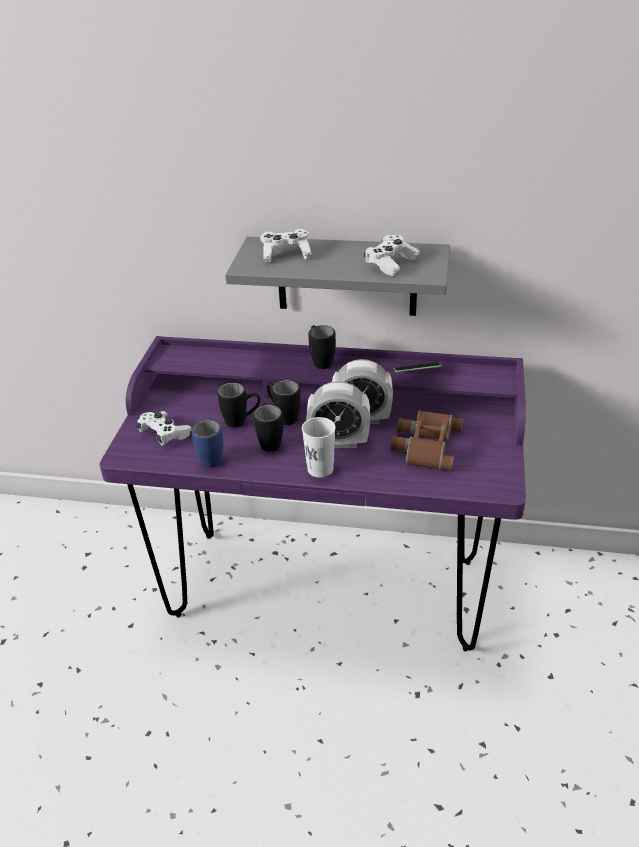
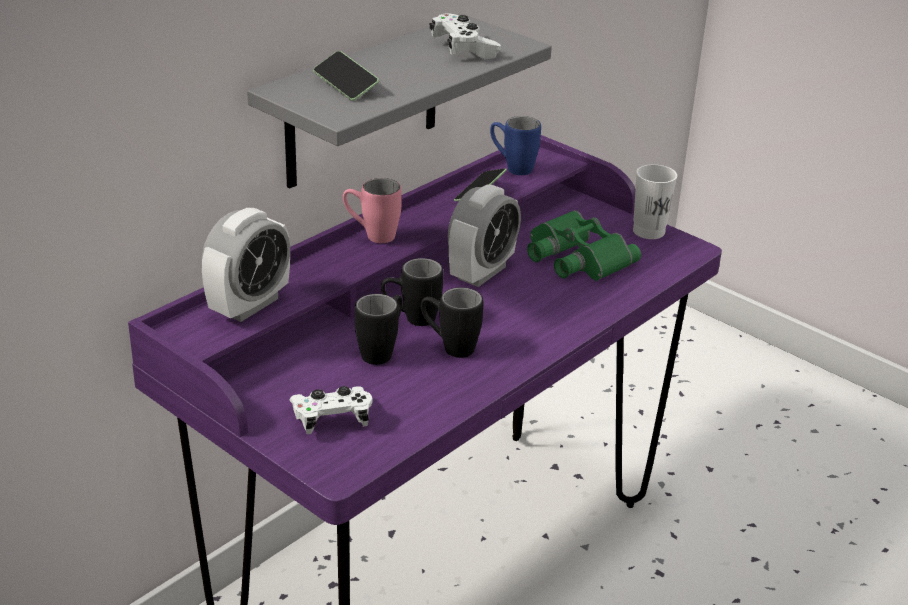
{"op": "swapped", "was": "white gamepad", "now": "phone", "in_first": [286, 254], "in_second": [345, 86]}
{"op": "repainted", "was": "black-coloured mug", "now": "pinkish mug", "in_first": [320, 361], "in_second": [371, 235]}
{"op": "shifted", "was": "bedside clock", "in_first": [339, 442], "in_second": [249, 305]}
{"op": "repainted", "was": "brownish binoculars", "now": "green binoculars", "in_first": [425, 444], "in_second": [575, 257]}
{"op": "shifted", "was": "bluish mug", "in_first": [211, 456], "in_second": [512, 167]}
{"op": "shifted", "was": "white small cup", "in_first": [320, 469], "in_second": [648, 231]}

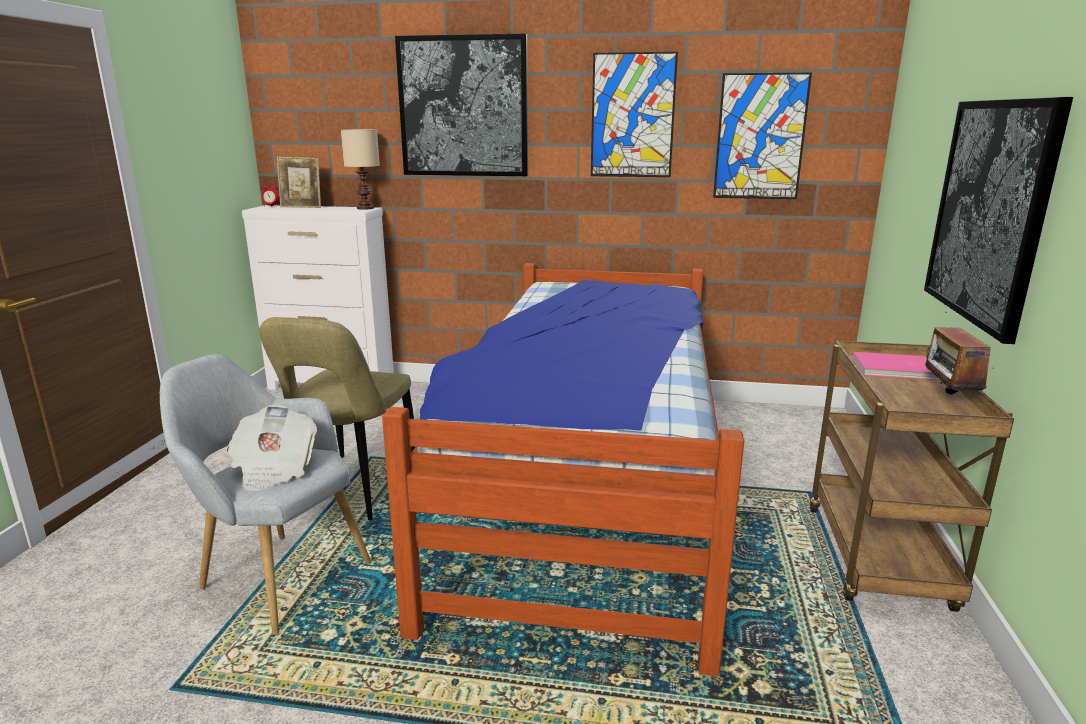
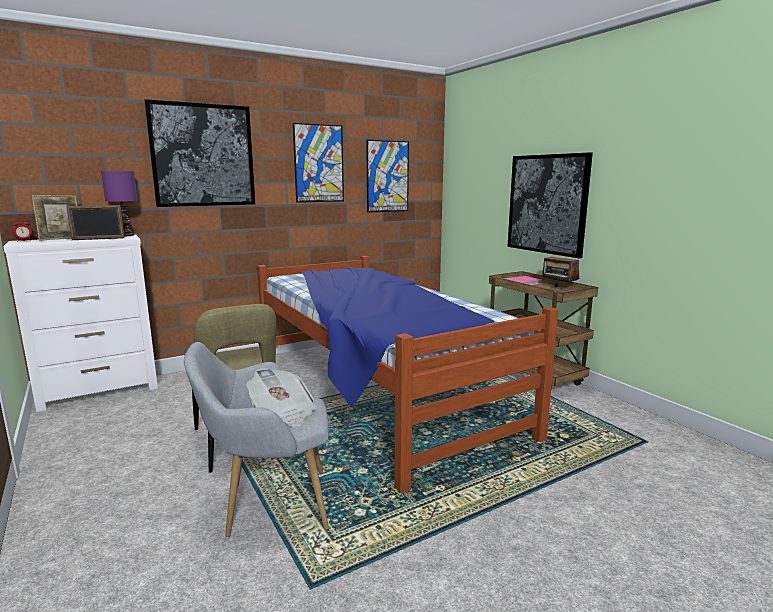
{"op": "repainted", "was": "beige-coloured table lamp", "now": "purplish table lamp", "in_first": [365, 208], "in_second": [126, 235]}
{"op": "new", "now": "standing frame", "in_second": [98, 239]}

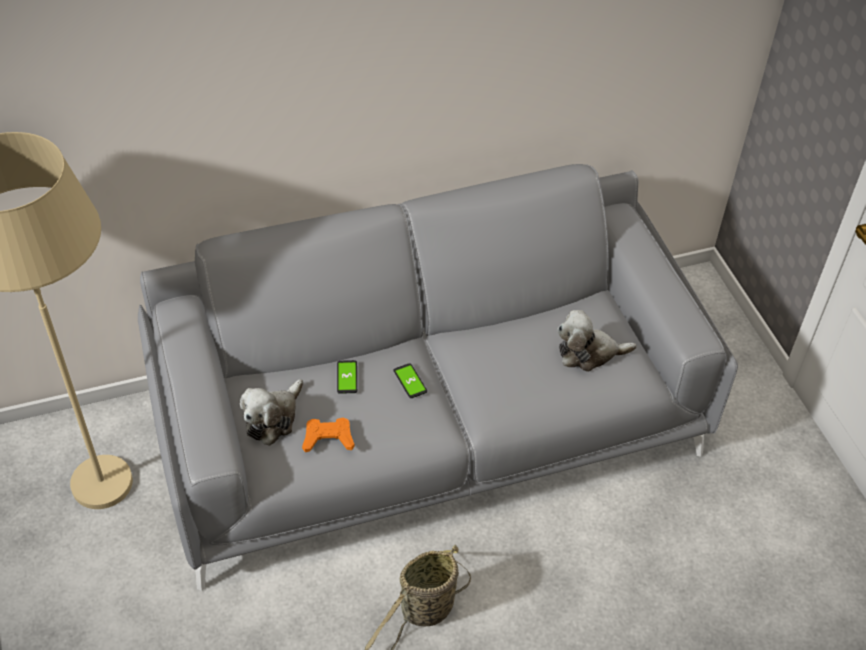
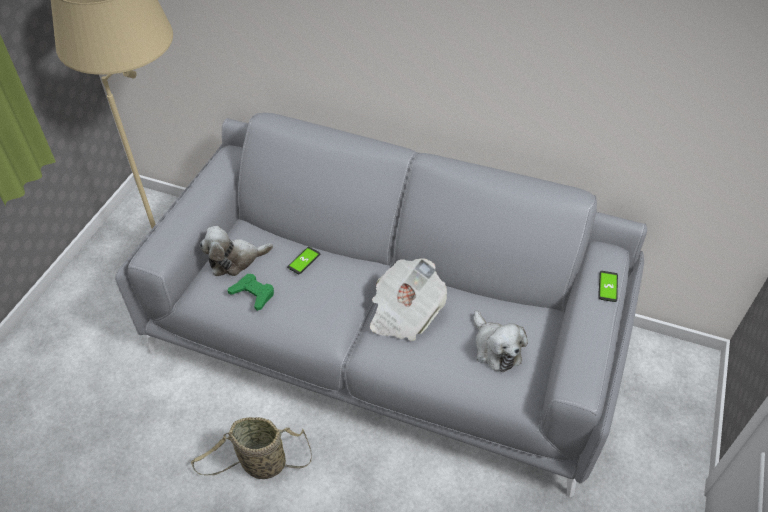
{"op": "rotated", "was": "plush toy", "in_first": [589, 353], "in_second": [495, 348], "clockwise": -150}
{"op": "shifted", "was": "phone", "in_first": [410, 381], "in_second": [607, 286]}
{"op": "repainted", "was": "orangey gamepad", "now": "green gamepad", "in_first": [328, 438], "in_second": [253, 294]}
{"op": "new", "now": "daily paper", "in_second": [404, 313]}

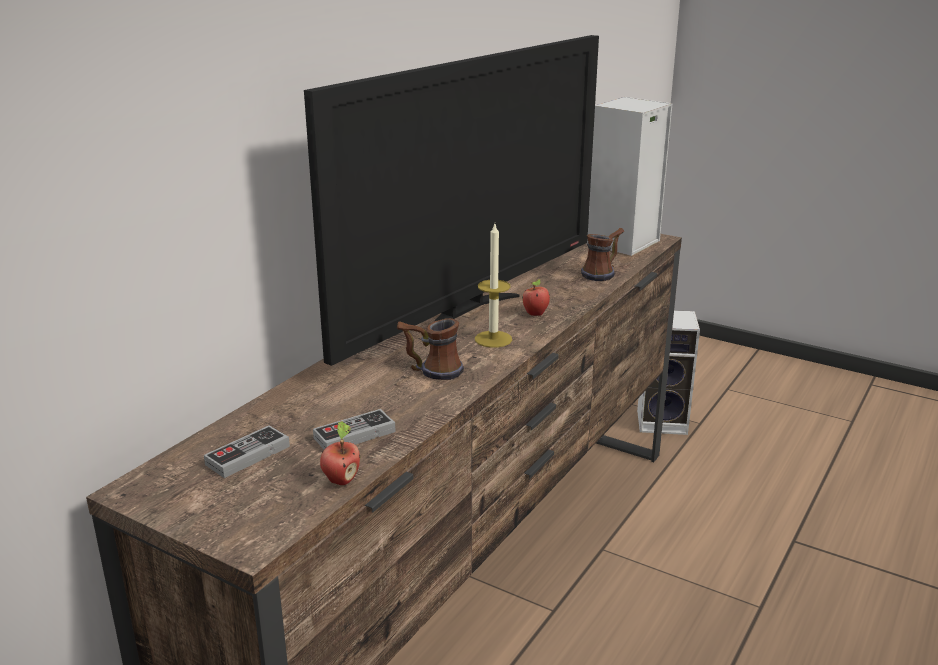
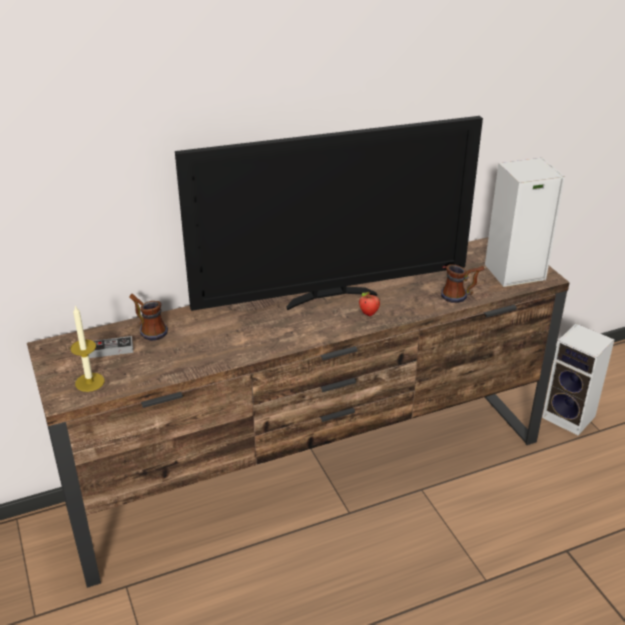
{"op": "shifted", "was": "wax light", "in_first": [493, 339], "in_second": [89, 382]}
{"op": "shifted", "was": "mug", "in_first": [431, 371], "in_second": [149, 330]}
{"op": "gone", "was": "gamepad", "in_first": [354, 435]}
{"op": "gone", "was": "apple fruit", "in_first": [341, 480]}

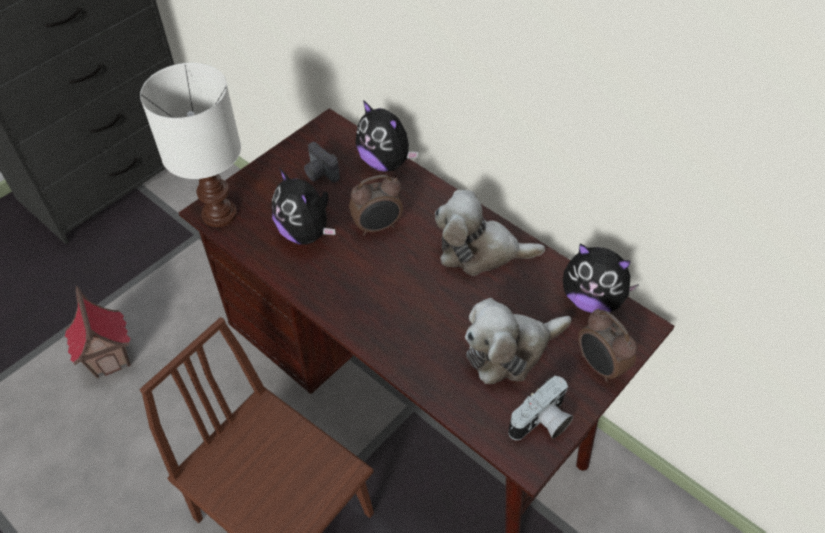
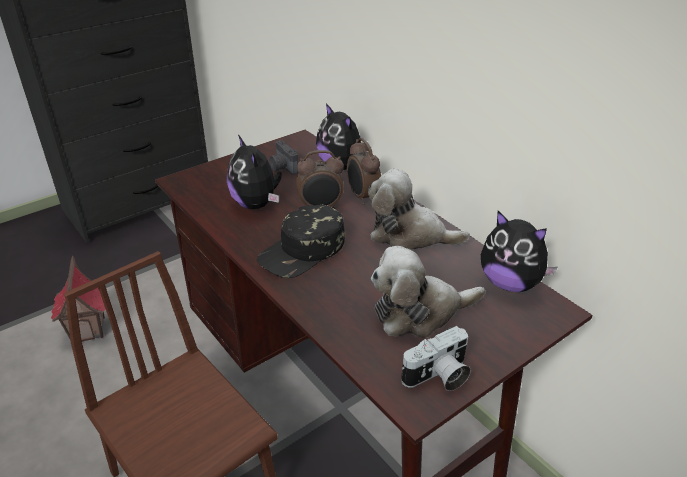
{"op": "gone", "was": "white table lamp", "in_first": [220, 213]}
{"op": "shifted", "was": "bedside clock", "in_first": [599, 366], "in_second": [362, 197]}
{"op": "new", "now": "black-coloured cap", "in_second": [303, 250]}

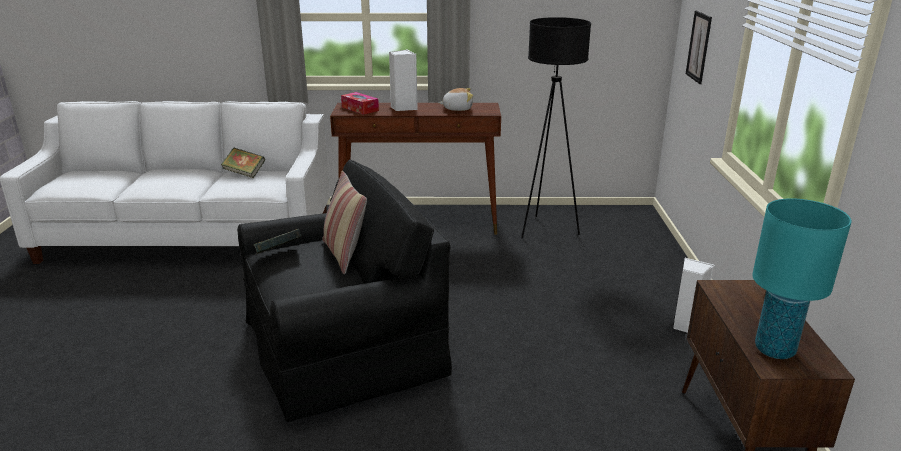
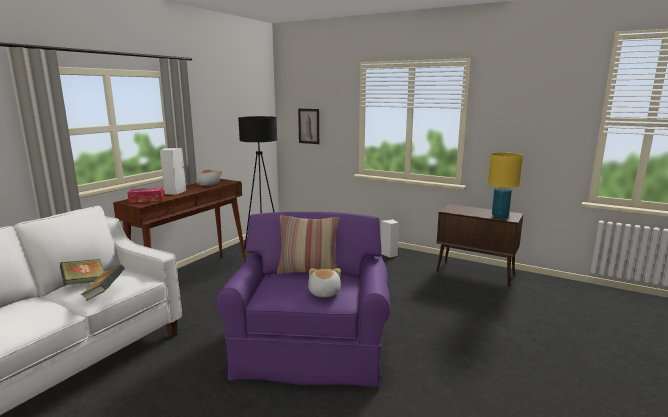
{"op": "repainted", "was": "black-coloured lounge chair", "now": "purplish lounge chair", "in_first": [343, 347], "in_second": [311, 346]}
{"op": "repainted", "was": "turquoise table lamp", "now": "yellowish table lamp", "in_first": [775, 350], "in_second": [500, 216]}
{"op": "shifted", "was": "volume", "in_first": [278, 255], "in_second": [105, 293]}
{"op": "new", "now": "plush toy", "in_second": [323, 293]}

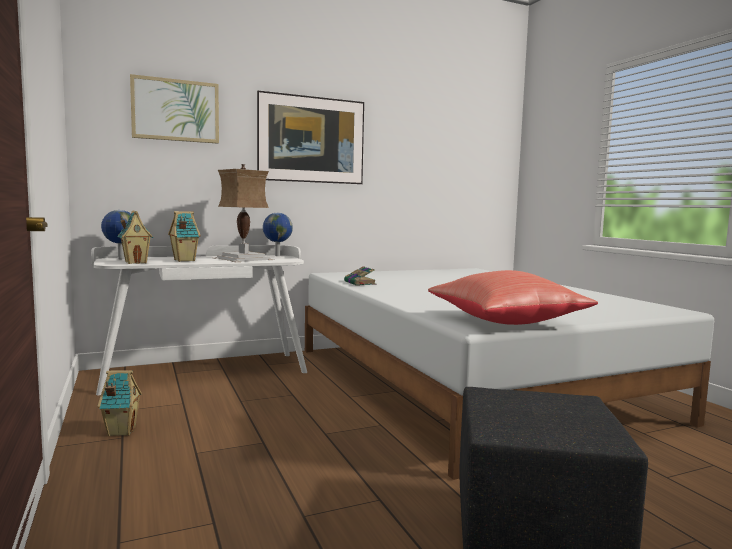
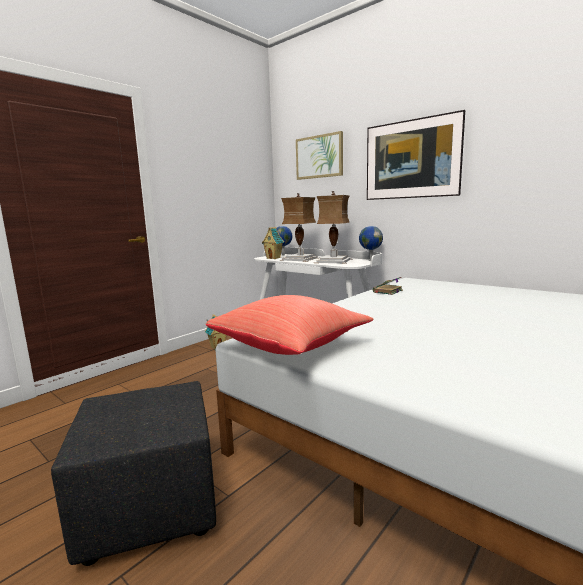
{"op": "swapped", "was": "model house", "now": "table lamp", "in_first": [183, 260], "in_second": [299, 259]}

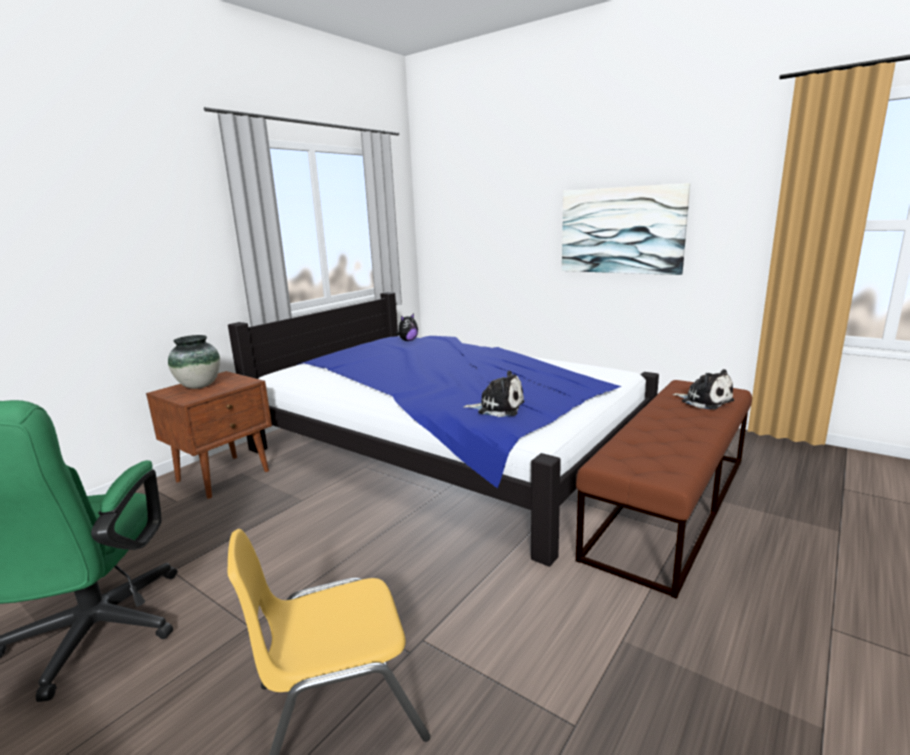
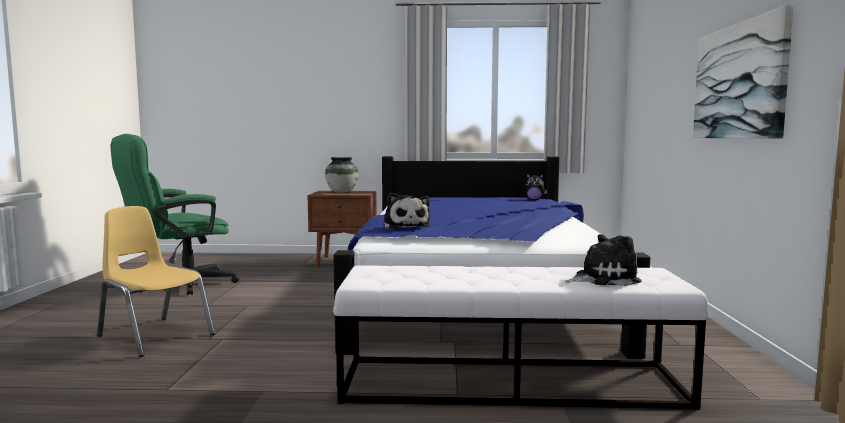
{"op": "rotated", "was": "plush toy", "in_first": [704, 401], "in_second": [603, 279], "clockwise": -120}
{"op": "repainted", "was": "brownish bench", "now": "white bench", "in_first": [670, 504], "in_second": [511, 383]}

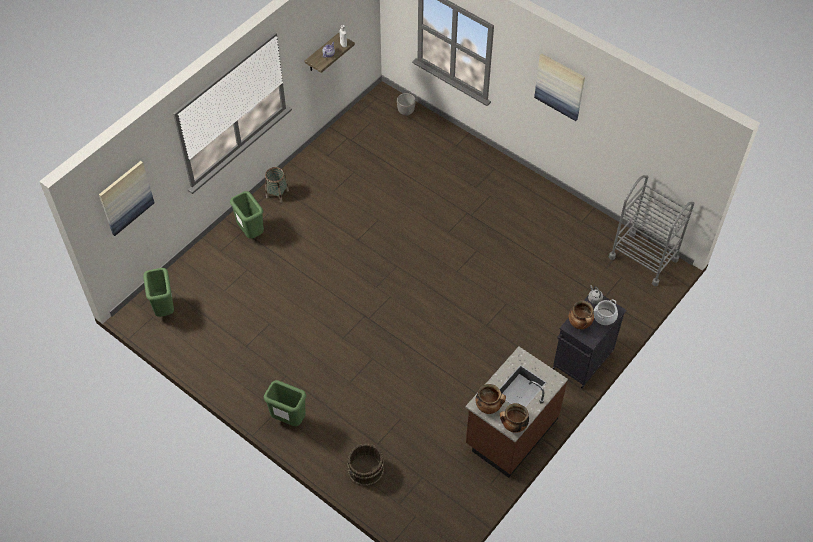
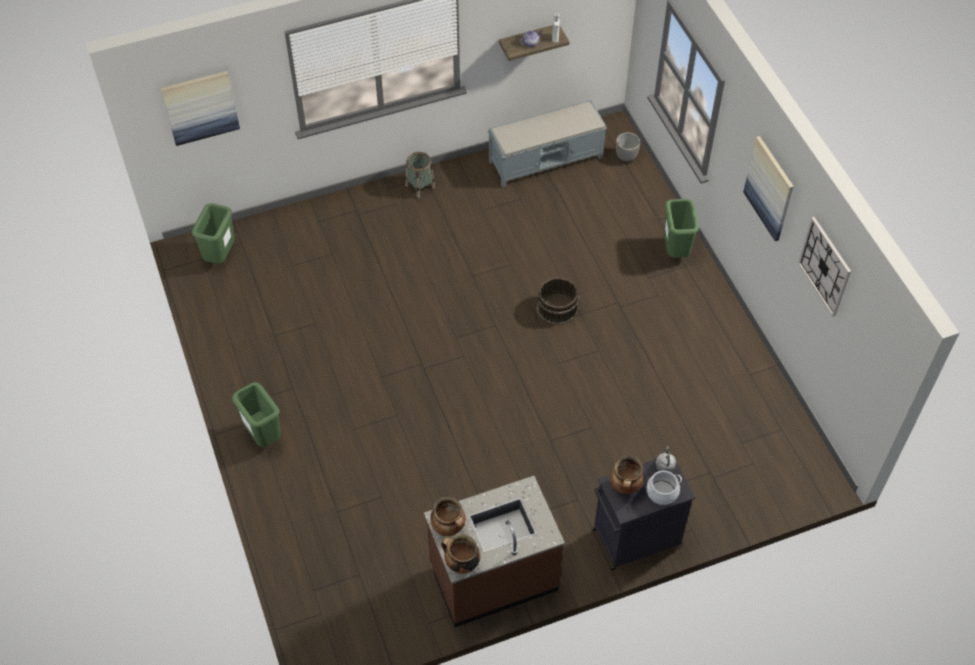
{"op": "gone", "was": "greyish trolley", "in_first": [643, 258]}
{"op": "shifted", "was": "green rubbish bin", "in_first": [251, 232], "in_second": [676, 251]}
{"op": "shifted", "was": "brownish bucket", "in_first": [366, 469], "in_second": [557, 308]}
{"op": "new", "now": "greyish bench", "in_second": [546, 159]}
{"op": "new", "now": "clock on the wall", "in_second": [825, 266]}

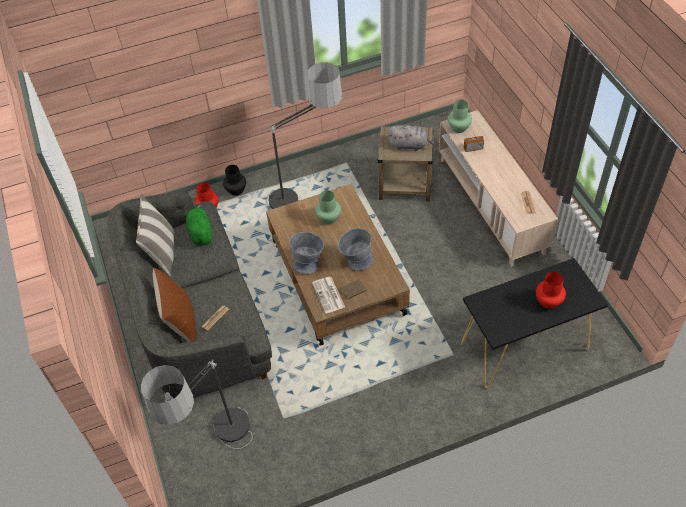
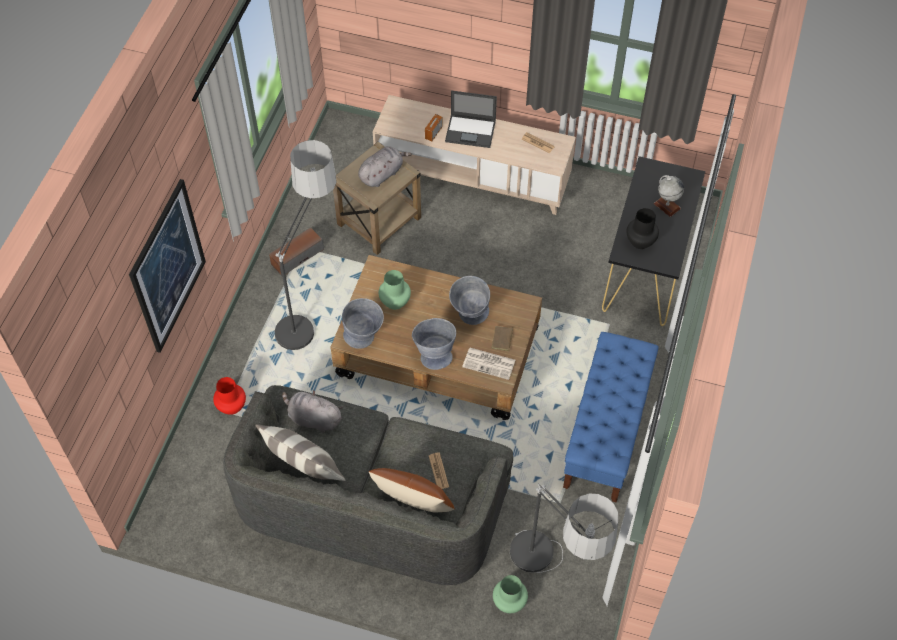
{"op": "shifted", "was": "green decorative vase", "in_first": [459, 128], "in_second": [510, 602]}
{"op": "shifted", "was": "black-coloured decorative vase", "in_first": [236, 190], "in_second": [640, 241]}
{"op": "repainted", "was": "green plush toy", "now": "greyish plush toy", "in_first": [200, 233], "in_second": [313, 419]}
{"op": "swapped", "was": "red decorative vase", "now": "globe", "in_first": [548, 301], "in_second": [667, 206]}
{"op": "new", "now": "portable computer", "in_second": [471, 131]}
{"op": "new", "now": "picture", "in_second": [167, 267]}
{"op": "new", "now": "audio speaker", "in_second": [297, 257]}
{"op": "new", "now": "greyish serving bowl", "in_second": [364, 337]}
{"op": "new", "now": "bluish bench", "in_second": [606, 432]}

